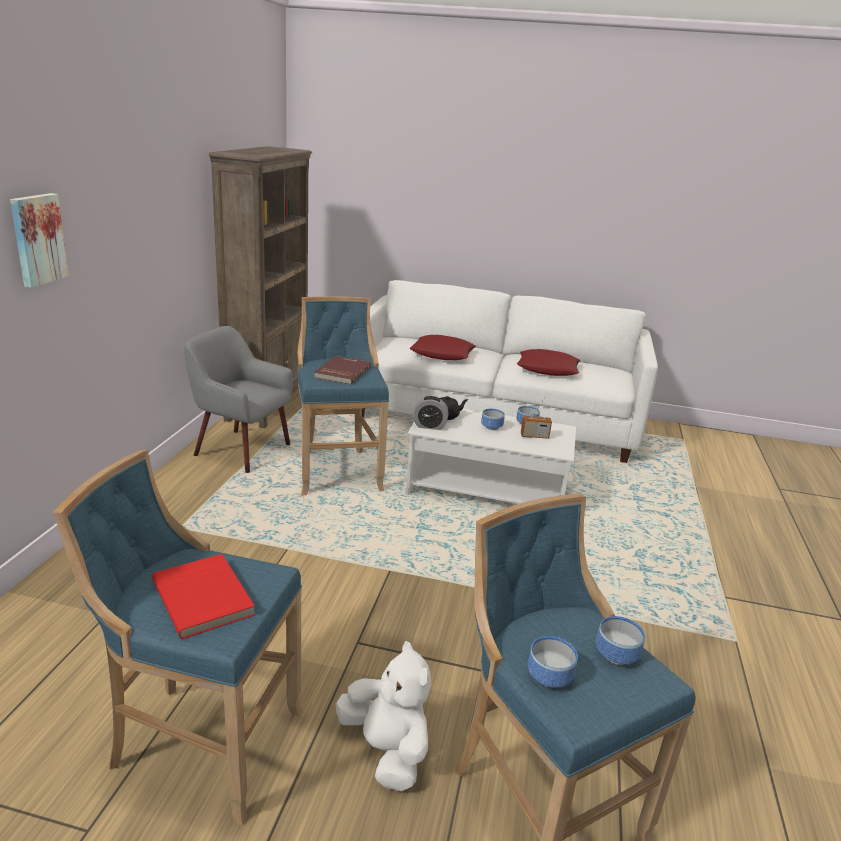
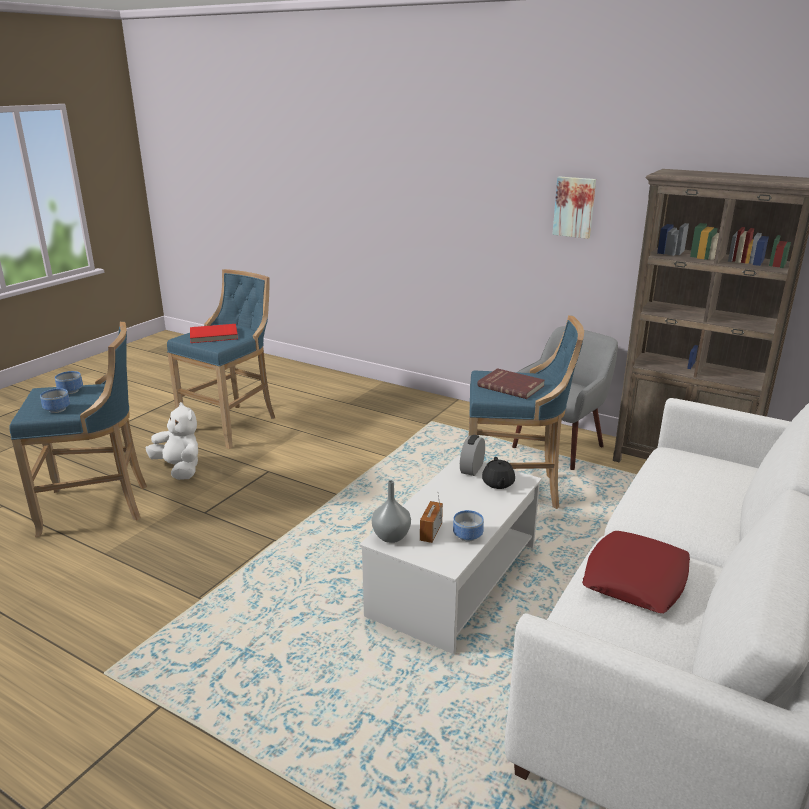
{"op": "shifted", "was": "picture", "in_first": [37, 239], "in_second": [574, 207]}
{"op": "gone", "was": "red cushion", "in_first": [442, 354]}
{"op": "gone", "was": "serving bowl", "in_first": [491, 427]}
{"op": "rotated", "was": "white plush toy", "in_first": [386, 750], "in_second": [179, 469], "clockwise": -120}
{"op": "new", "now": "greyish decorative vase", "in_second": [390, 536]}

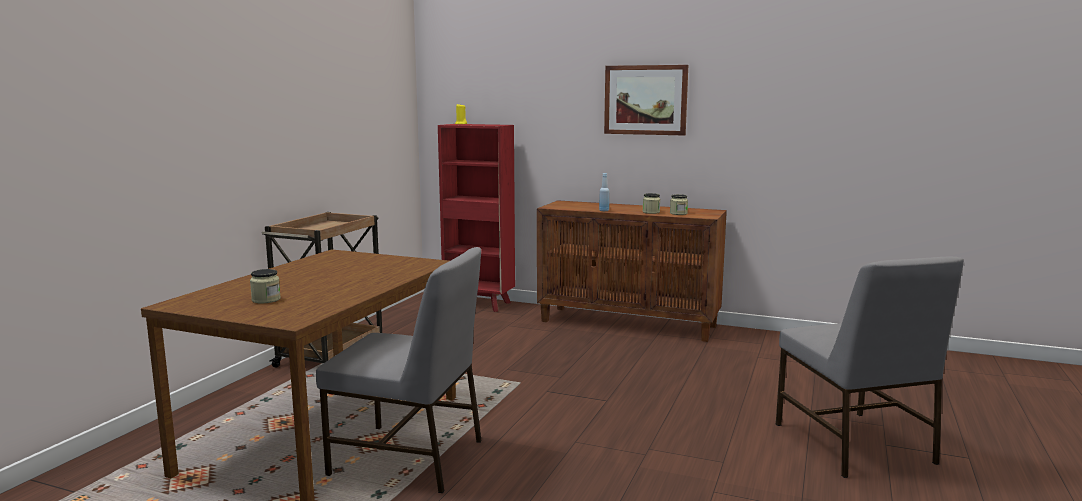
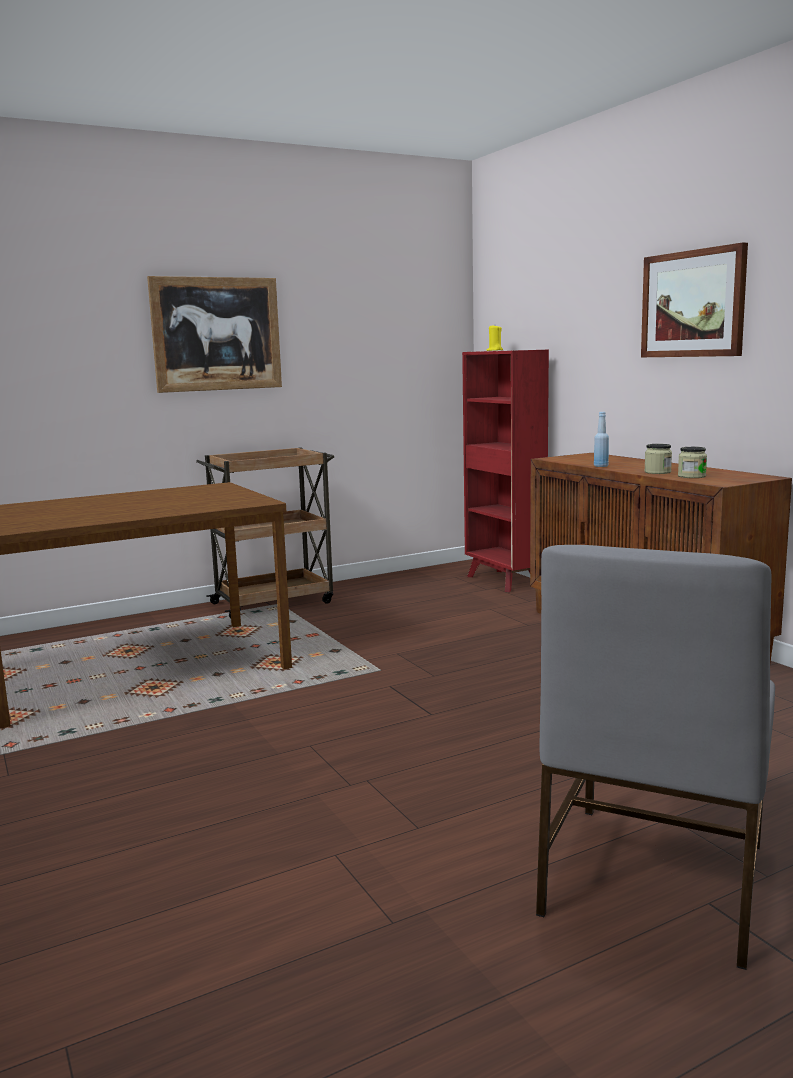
{"op": "gone", "was": "greyish plain chair", "in_first": [409, 458]}
{"op": "gone", "was": "storage jar", "in_first": [266, 300]}
{"op": "new", "now": "picture", "in_second": [217, 334]}

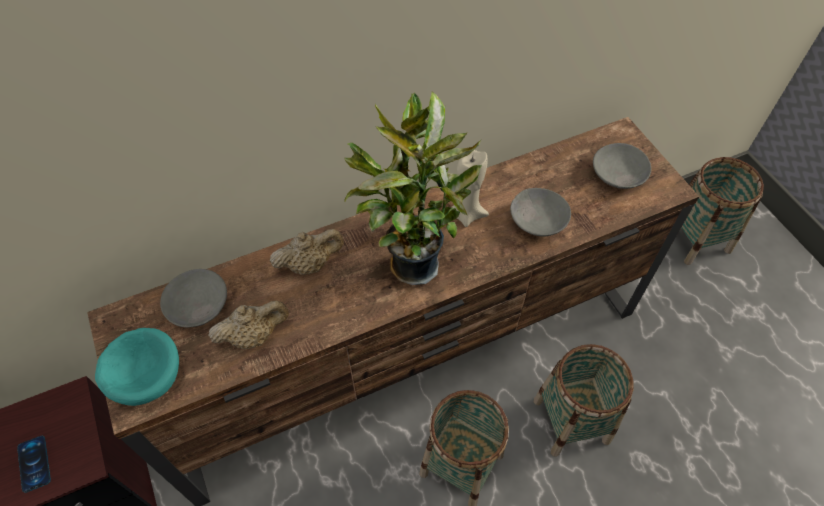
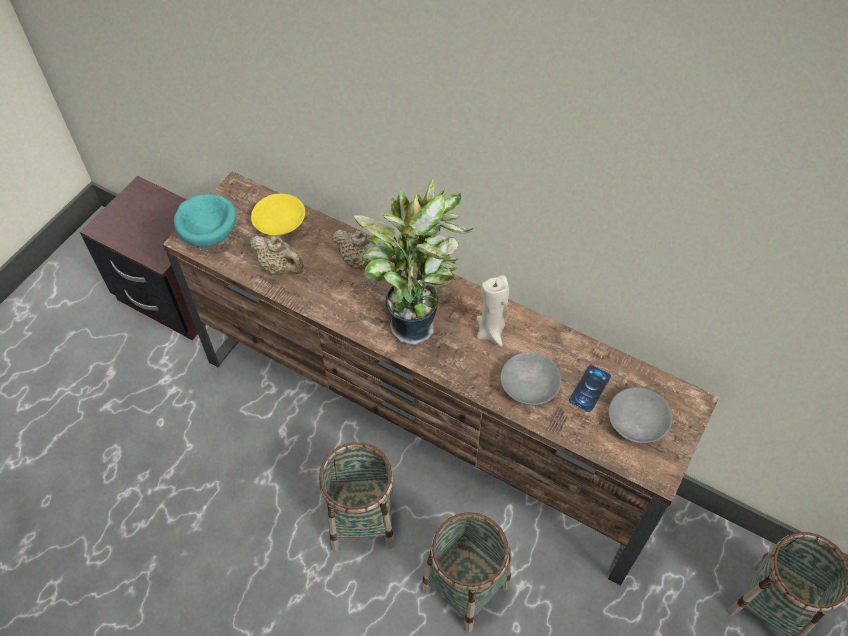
{"op": "repainted", "was": "greyish serving bowl", "now": "yellowish serving bowl", "in_first": [197, 306], "in_second": [279, 223]}
{"op": "shifted", "was": "phone", "in_first": [34, 463], "in_second": [589, 388]}

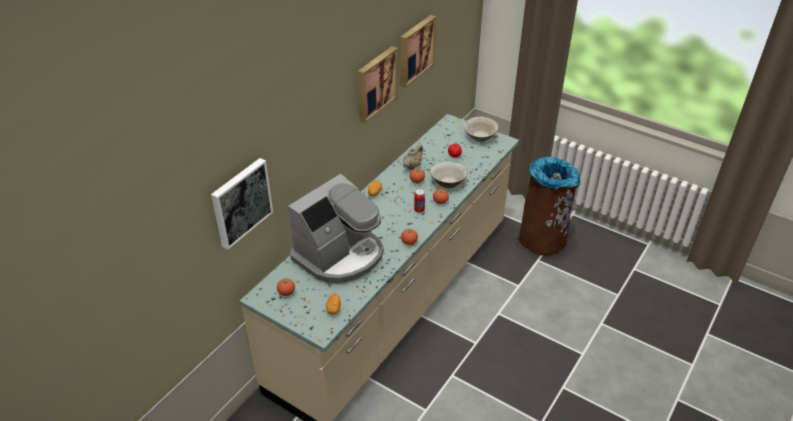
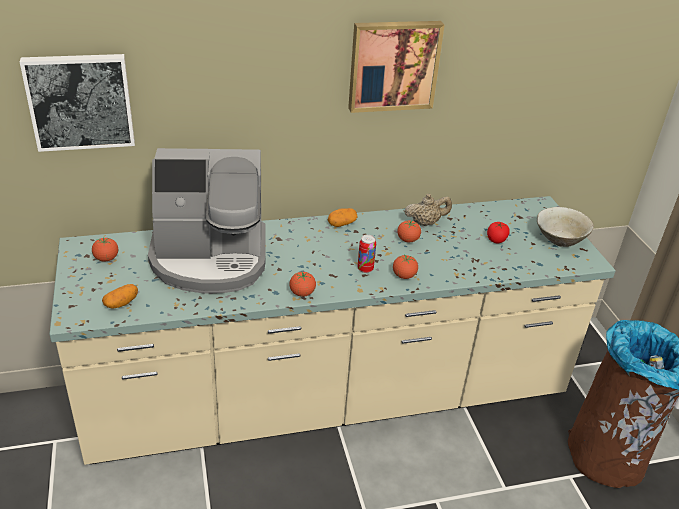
{"op": "gone", "was": "picture", "in_first": [415, 50]}
{"op": "gone", "was": "beige-coloured serving bowl", "in_first": [448, 183]}

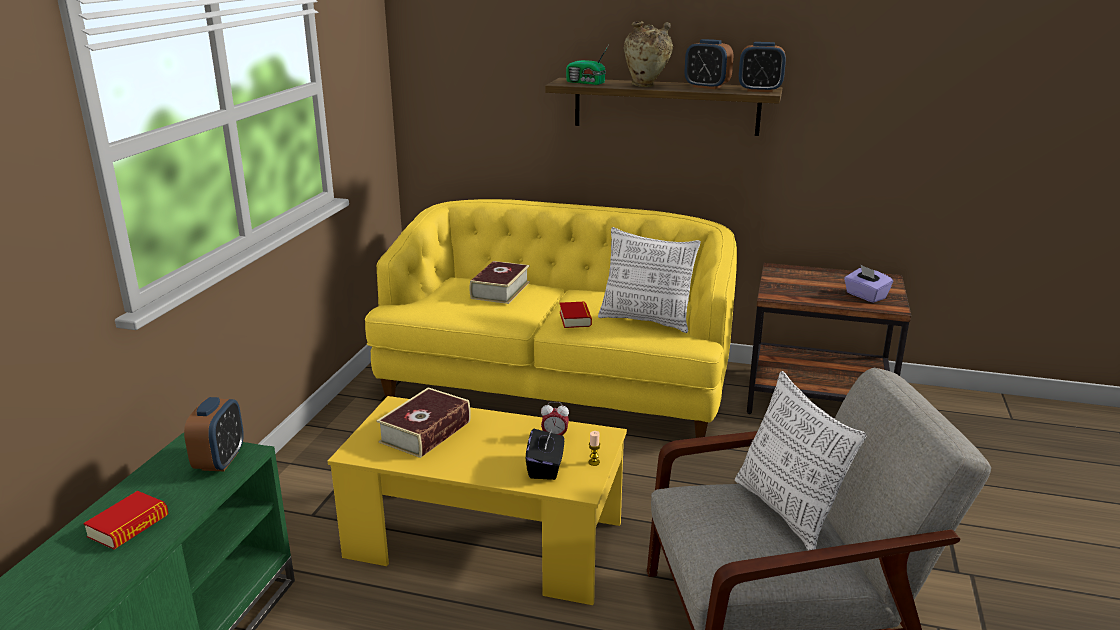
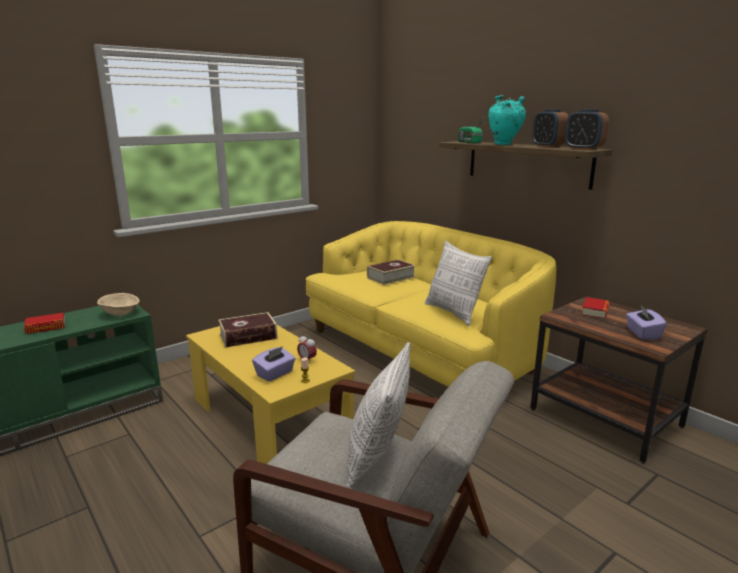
{"op": "repainted", "was": "beige-coloured decorative vase", "now": "turquoise decorative vase", "in_first": [646, 86], "in_second": [504, 144]}
{"op": "shifted", "was": "volume", "in_first": [575, 319], "in_second": [595, 311]}
{"op": "swapped", "was": "bedside clock", "now": "beige-coloured serving bowl", "in_first": [220, 461], "in_second": [120, 314]}
{"op": "repainted", "was": "black-coloured tissue holder", "now": "purplish tissue holder", "in_first": [545, 467], "in_second": [275, 374]}

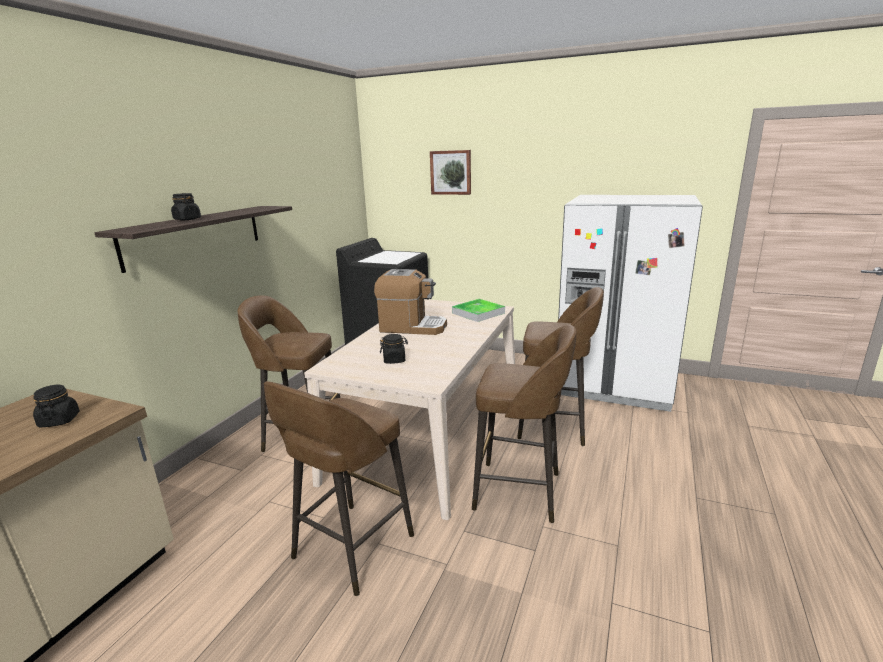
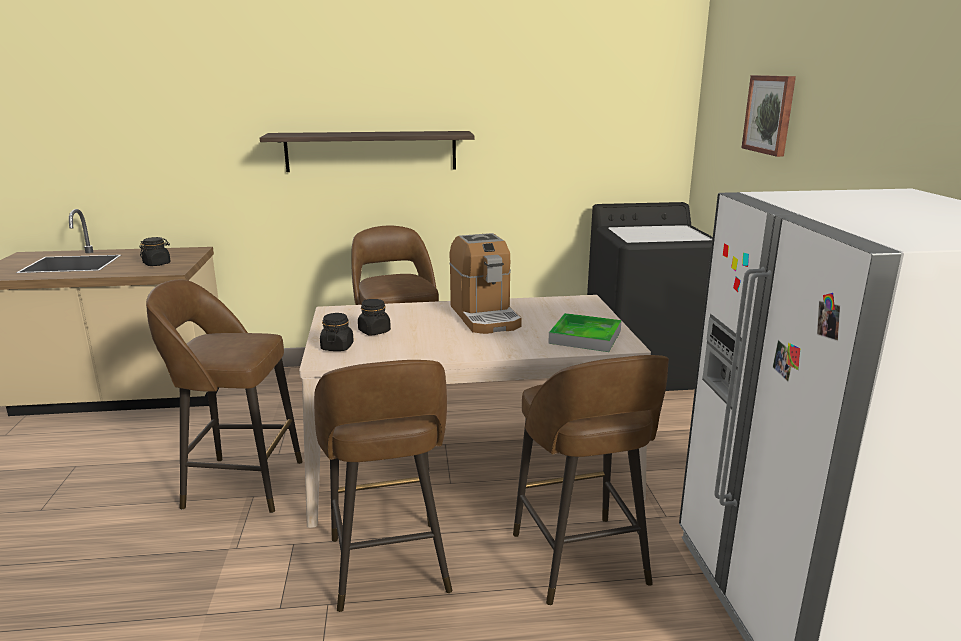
{"op": "shifted", "was": "black-coloured storage jar", "in_first": [187, 219], "in_second": [337, 347]}

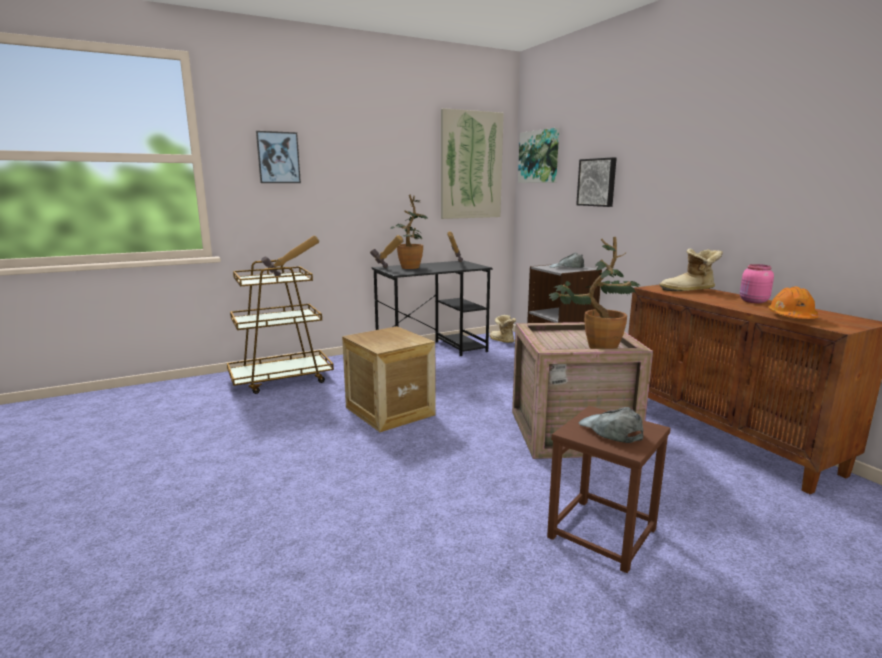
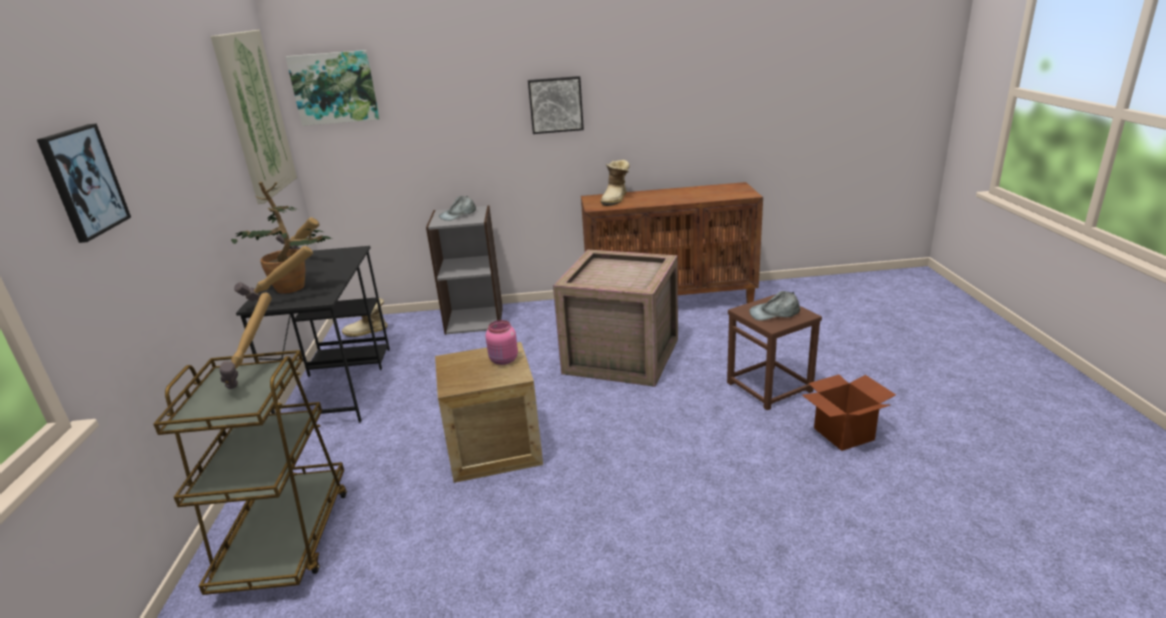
{"op": "shifted", "was": "picture", "in_first": [597, 182], "in_second": [556, 104]}
{"op": "gone", "was": "potted plant", "in_first": [595, 347]}
{"op": "shifted", "was": "pinkish storage jar", "in_first": [753, 301], "in_second": [503, 360]}
{"op": "gone", "was": "orangey work helmet", "in_first": [791, 317]}
{"op": "new", "now": "cardboard box", "in_second": [844, 434]}

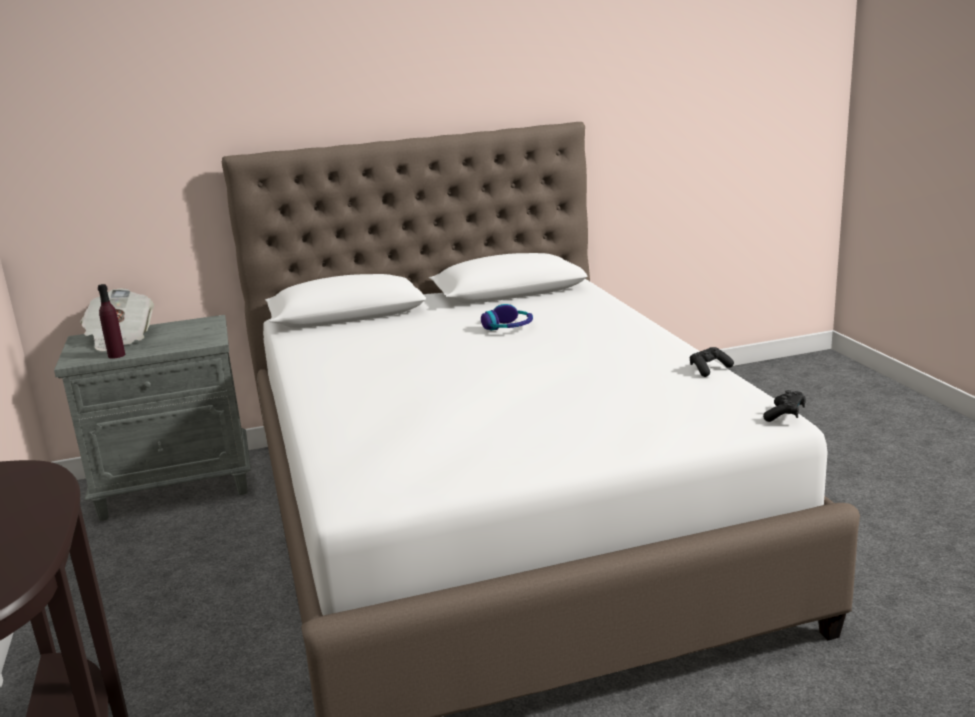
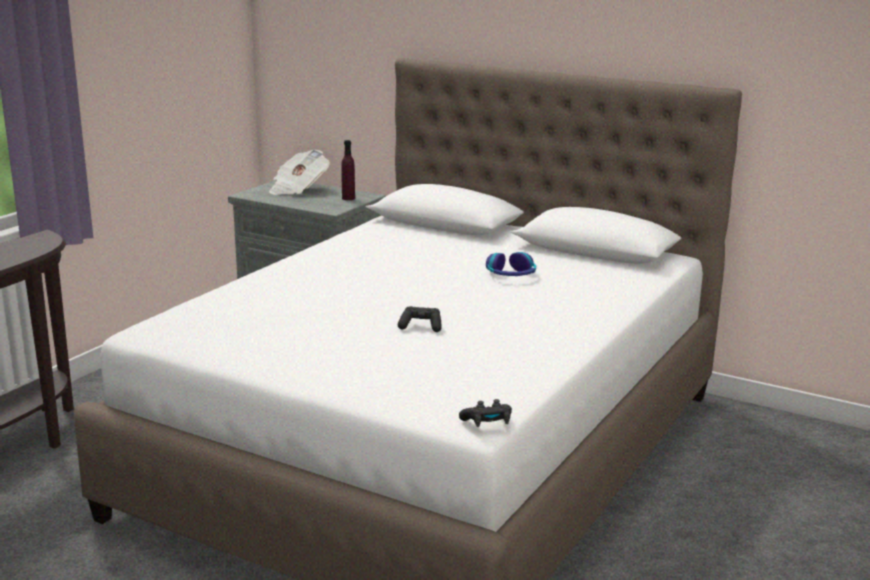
{"op": "shifted", "was": "purplish beverage bottle", "in_first": [116, 355], "in_second": [348, 198]}
{"op": "shifted", "was": "black-coloured gamepad", "in_first": [709, 369], "in_second": [421, 326]}

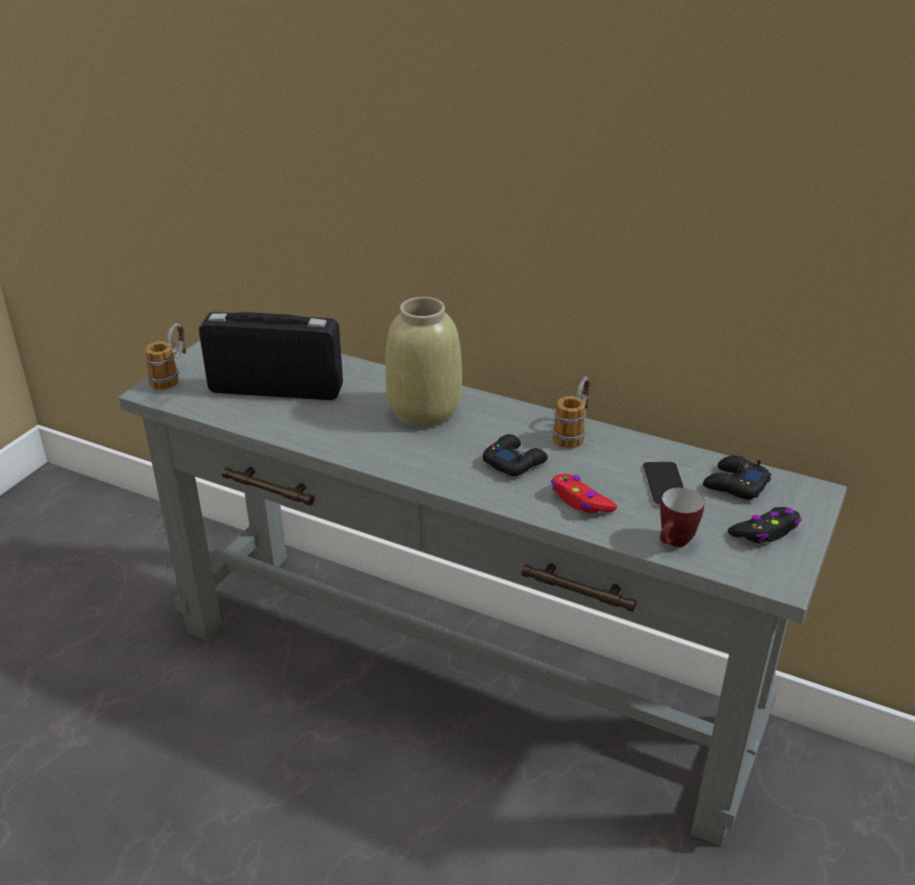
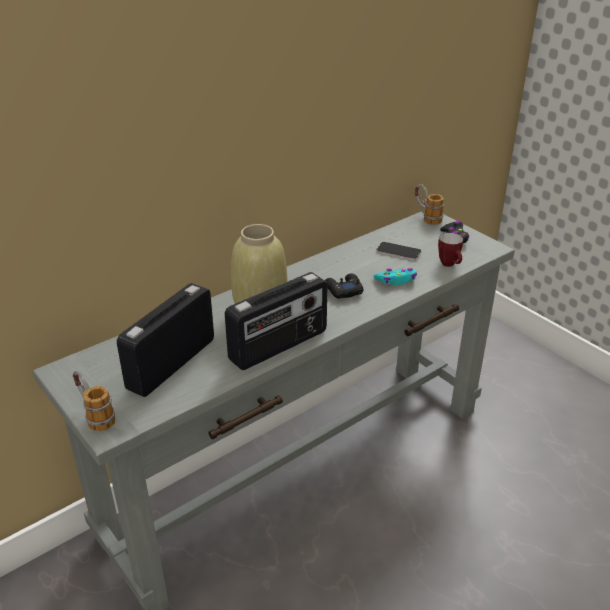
{"op": "shifted", "was": "mug", "in_first": [573, 432], "in_second": [426, 217]}
{"op": "gone", "was": "black-coloured gamepad", "in_first": [735, 485]}
{"op": "repainted", "was": "red gamepad", "now": "turquoise gamepad", "in_first": [580, 501], "in_second": [396, 280]}
{"op": "new", "now": "radio receiver", "in_second": [279, 346]}

